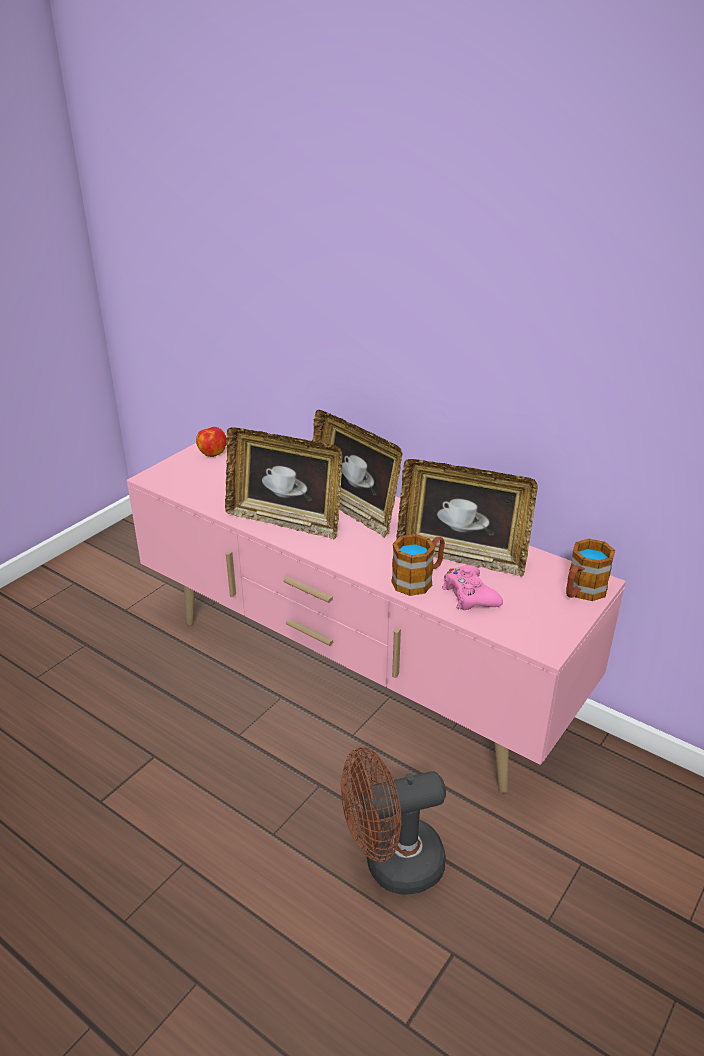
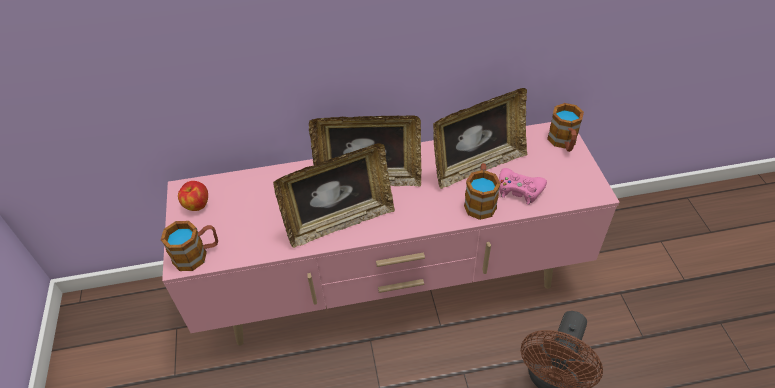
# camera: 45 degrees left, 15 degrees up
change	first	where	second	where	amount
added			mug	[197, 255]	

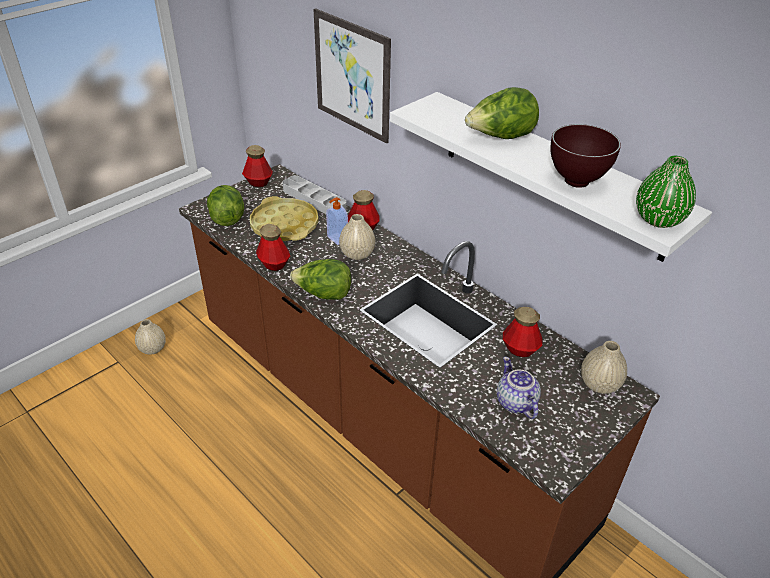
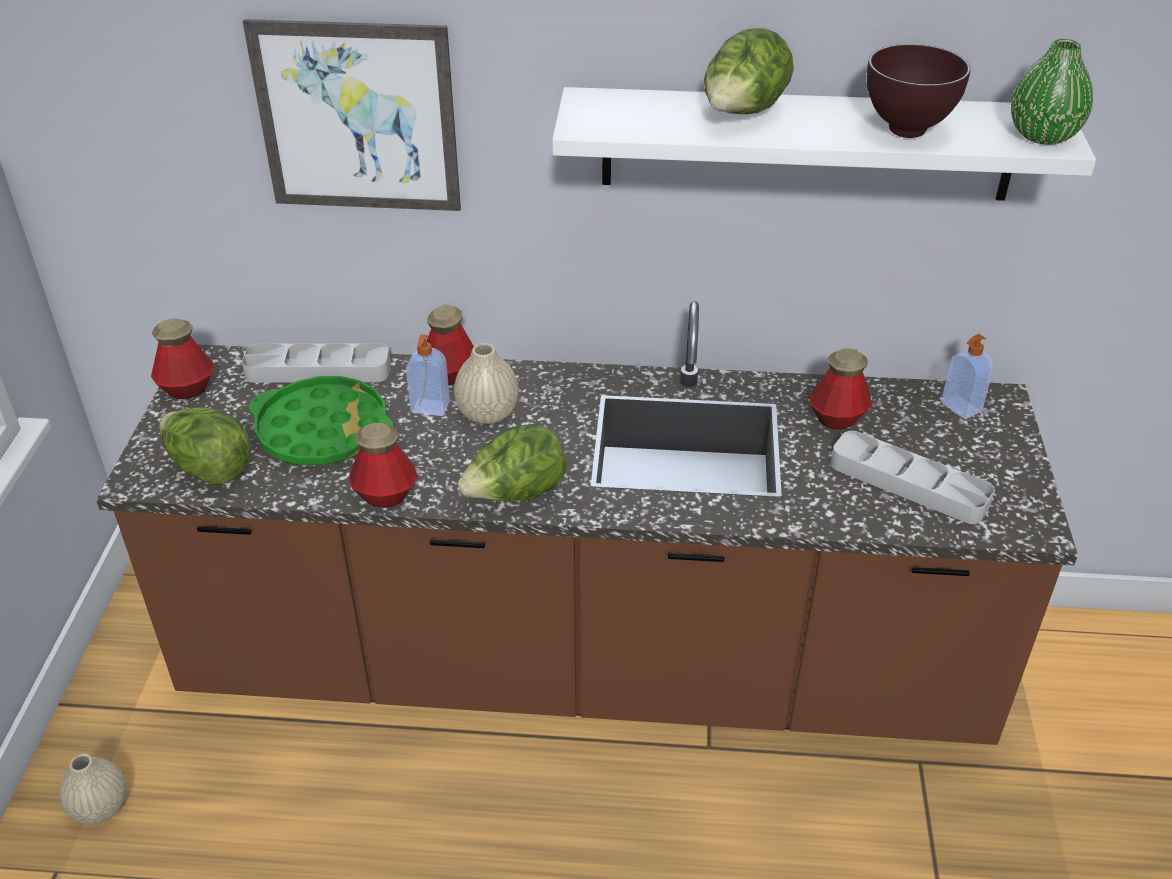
# camera: 40 degrees left, 0 degrees up
change	first	where	second	where	amount
recoloured	plateau/jaune	[284, 225]	plateau/vert	[323, 430]	
replaced	théière	[514, 402]	plateau/gris	[908, 483]	
replaced	vase/beige	[599, 384]	distributeur de savon	[960, 407]	

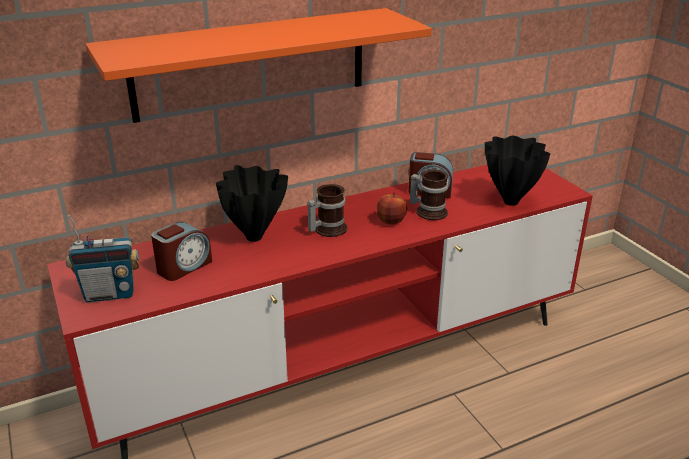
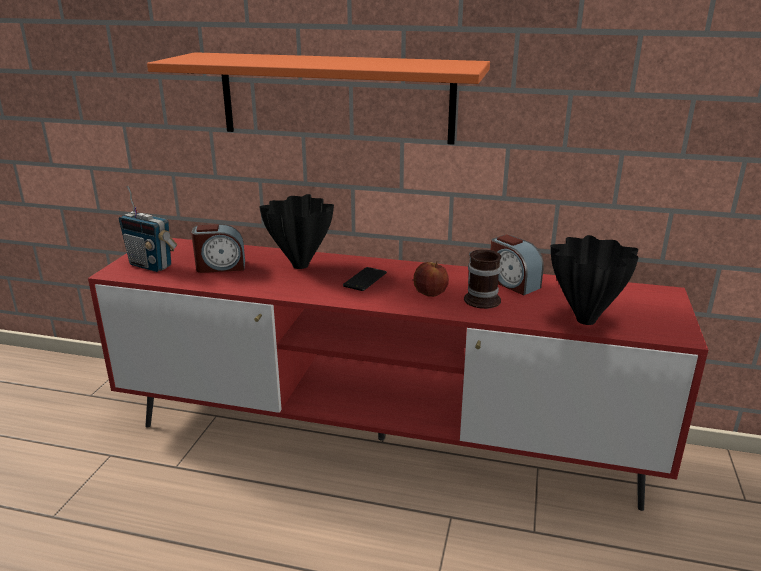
# camera: 40 degrees right, 5 degrees down
change	first	where	second	where	amount
replaced	mug	[327, 229]	téléphone	[365, 279]	

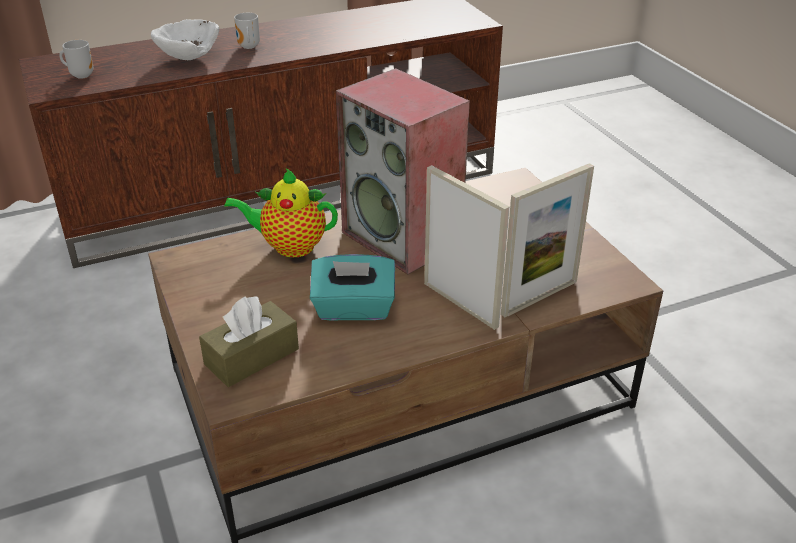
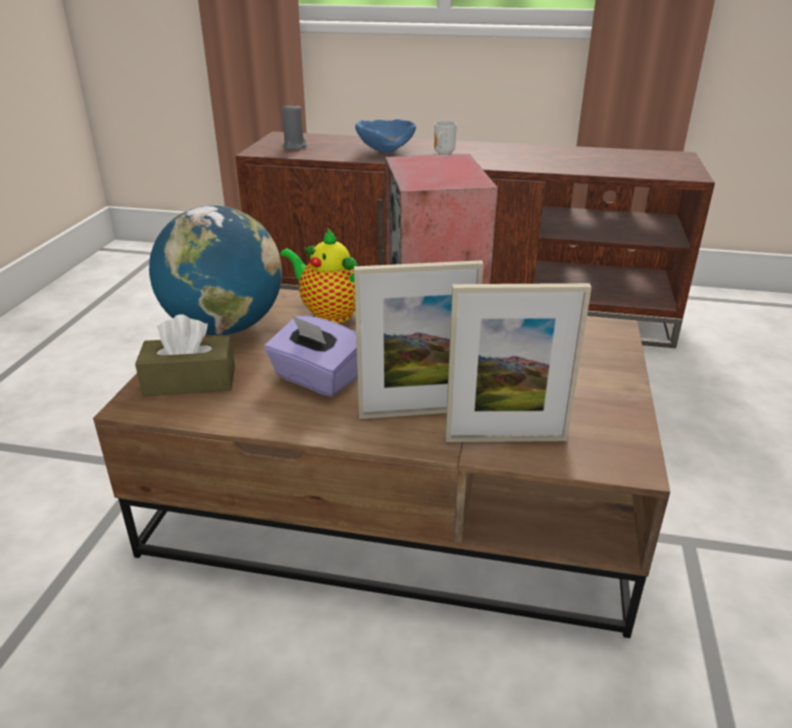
# camera: 35 degrees right, 5 degrees down
change	first	where	second	where	amount
replaced	mug	[81, 75]	bougie/gris	[294, 147]	
recoloured	bol/blanc	[187, 57]	bol/bleu	[385, 151]	
recoloured	boîte à mouchoirs/turquoise	[353, 309]	boîte à mouchoirs/violet	[316, 378]	
turned	cadre photo	[460, 304]		[416, 412]	90 degrees clockwise
added			globe	[224, 327]	

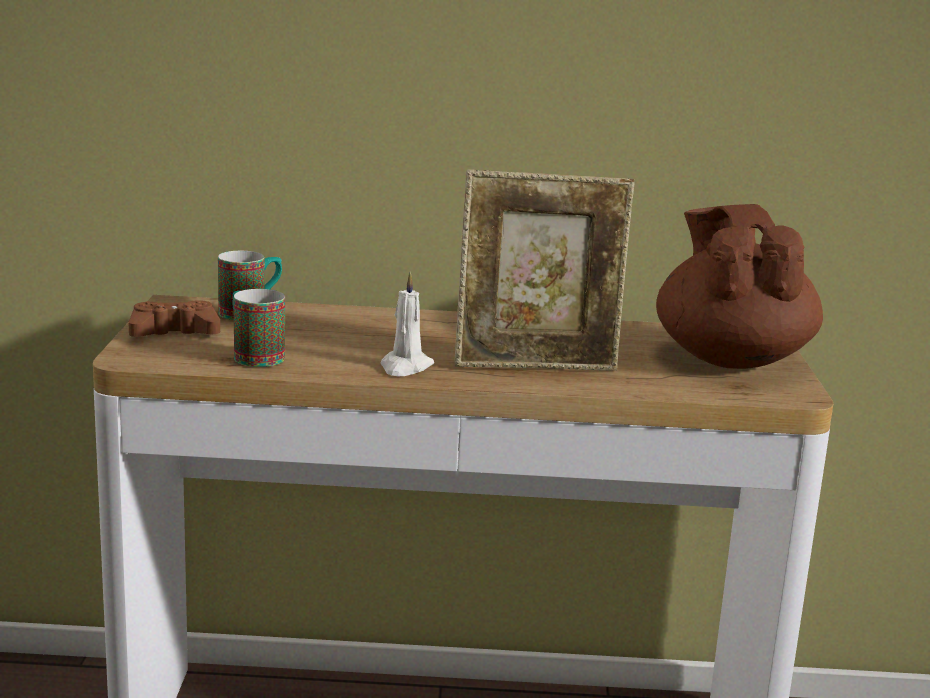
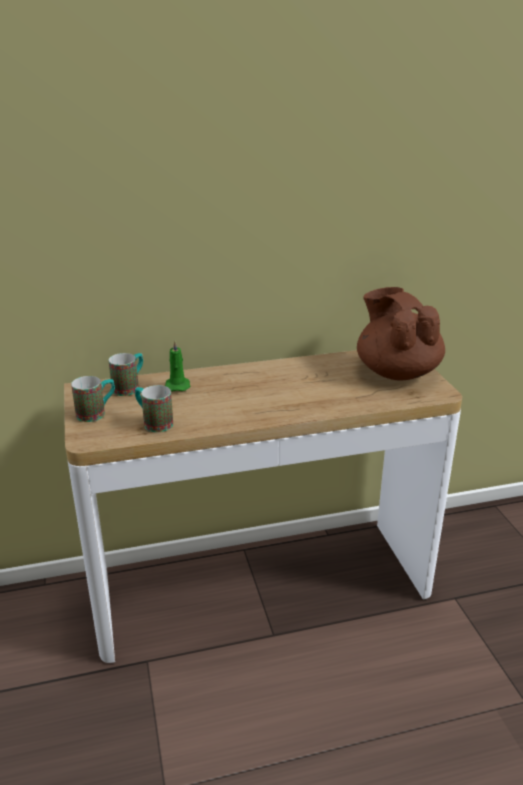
# camera: 15 degrees left, 10 degrees up
change	first	where	second	where	amount
replaced	manette/marron	[174, 332]	mug	[97, 413]	
removed	bougie/blanc	[405, 367]			
removed	cadre photo	[536, 366]			
added			bougie/vert	[177, 385]	

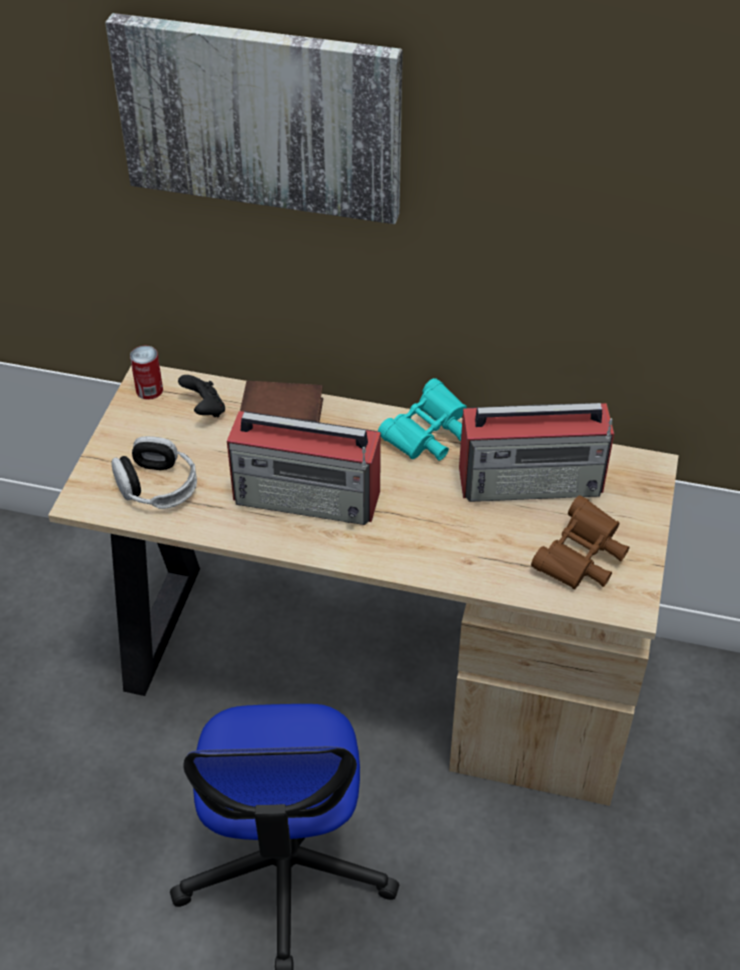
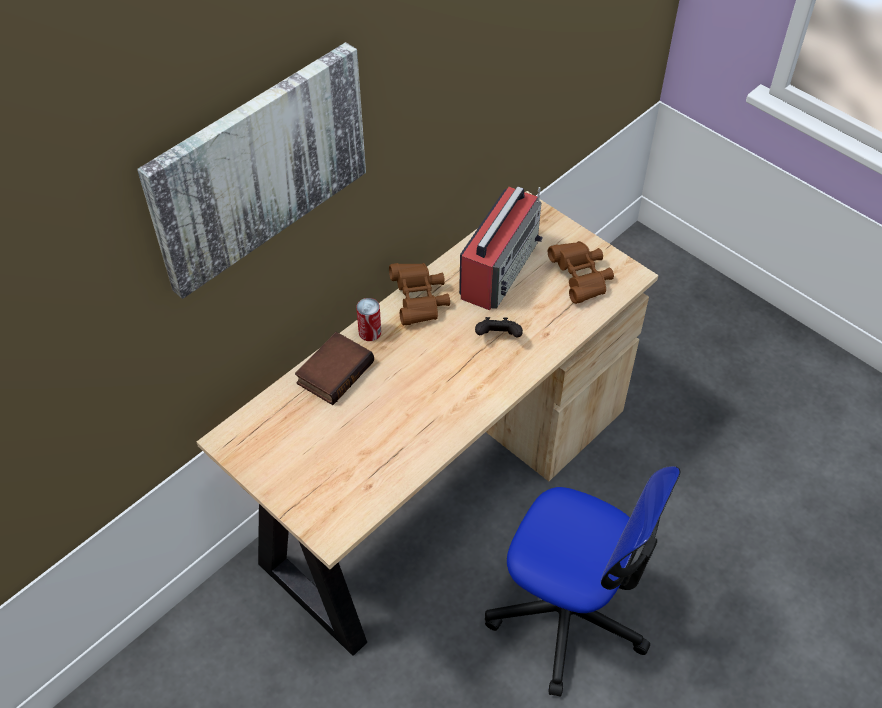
# camera: 60 degrees left, 5 degrees up
change	first	where	second	where	amount
removed	casque audio	[157, 486]			
moved	boîte métallique	[149, 390]		[370, 332]	
moved	manette/noir	[205, 409]		[498, 337]	
removed	radio	[308, 497]			
recoloured	jumelles/turquoise	[427, 436]	jumelles/marron	[419, 301]	

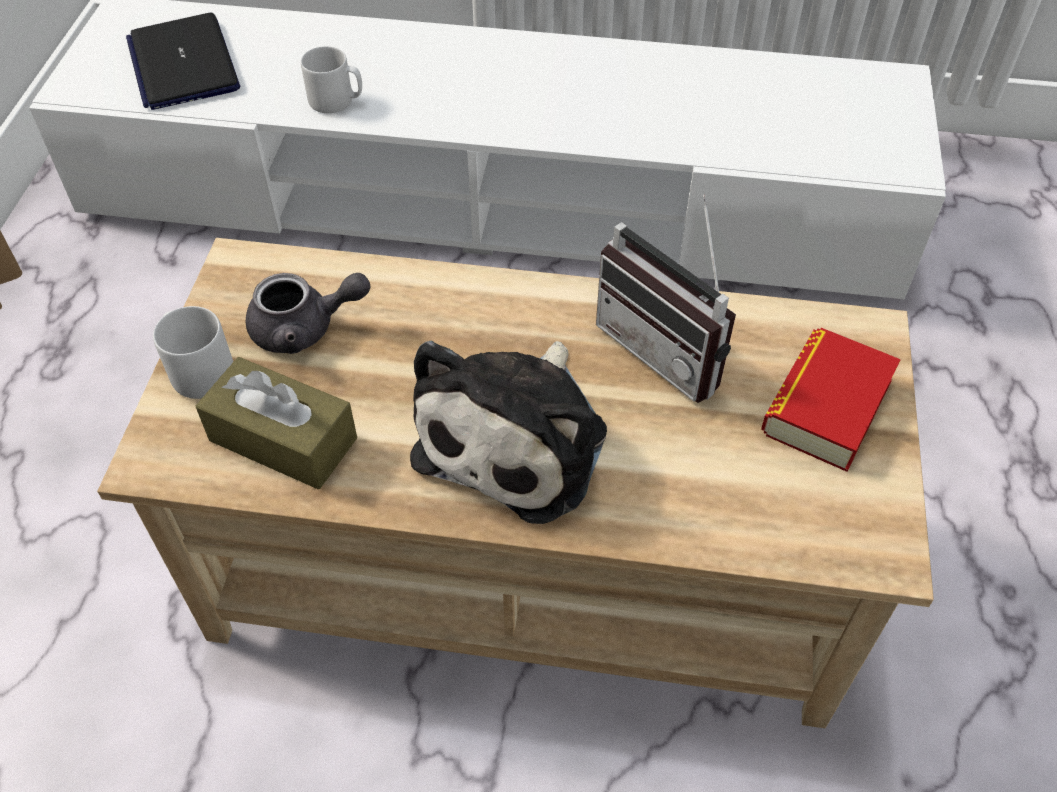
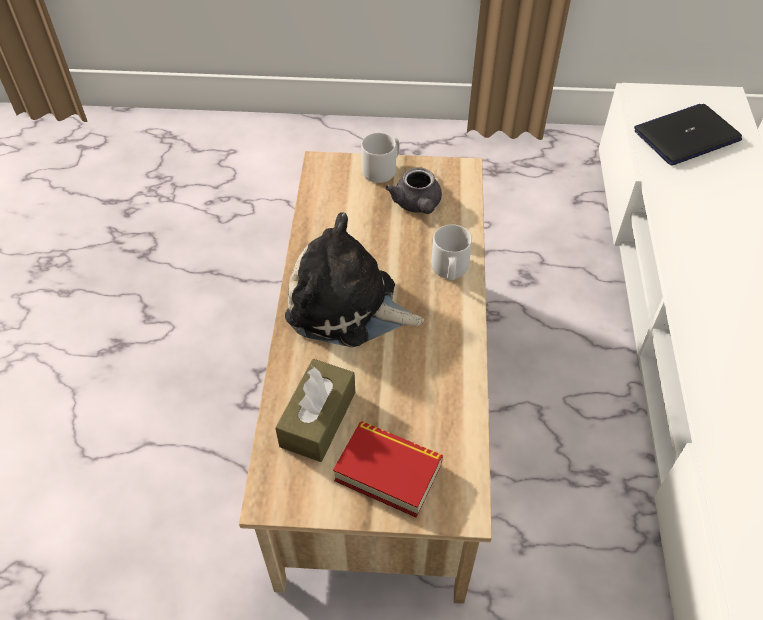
# camera: 85 degrees right, 0 degrees up
change	first	where	second	where	amount
moved	boîte à mouchoirs/marron	[283, 439]		[318, 419]	
moved	mug/gris	[336, 101]		[449, 269]	
removed	radio	[669, 349]			

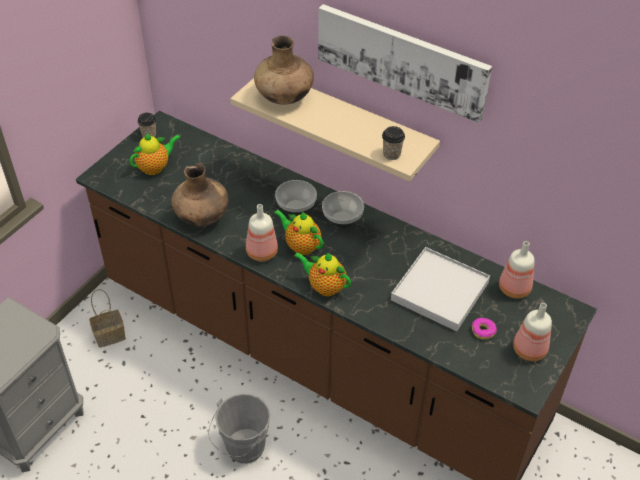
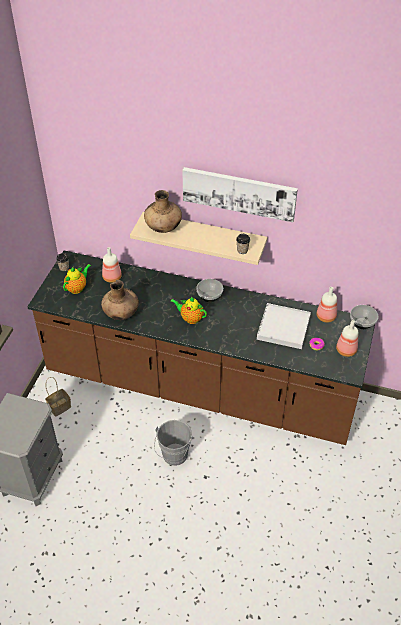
# camera: 15 degrees left, 0 degrees up
change	first	where	second	where	amount
moved	bouteille	[262, 253]		[112, 278]	
moved	bol	[296, 208]		[362, 323]	
removed	théière	[324, 286]			

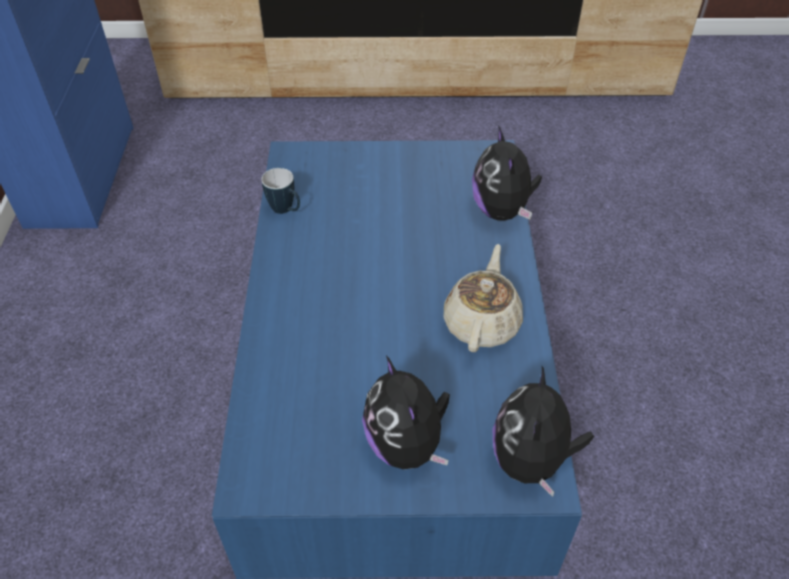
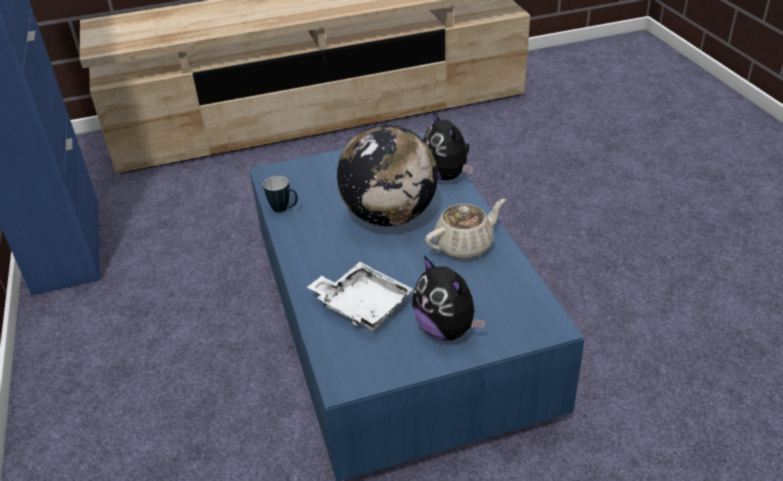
# camera: 15 degrees left, 10 degrees down
change	first	where	second	where	amount
turned	théière/beige	[482, 322]		[465, 245]	60 degrees clockwise
removed	peluche	[531, 461]			
added			plateau/blanc	[362, 305]	
added			globe	[389, 216]	

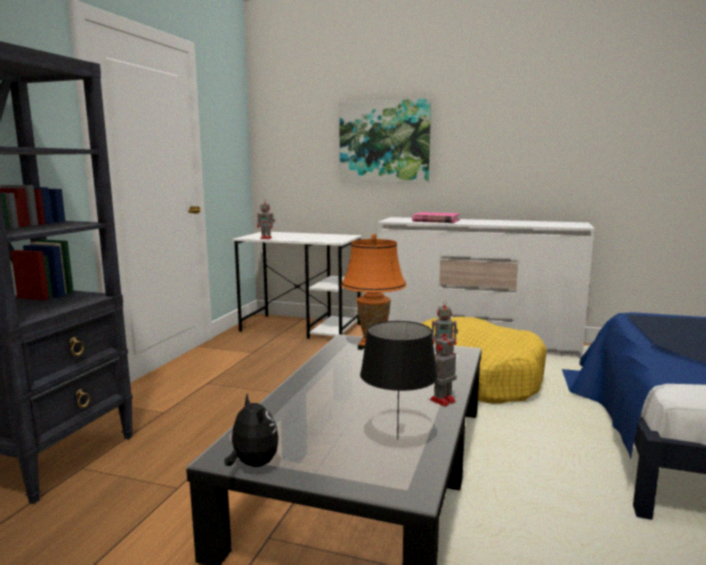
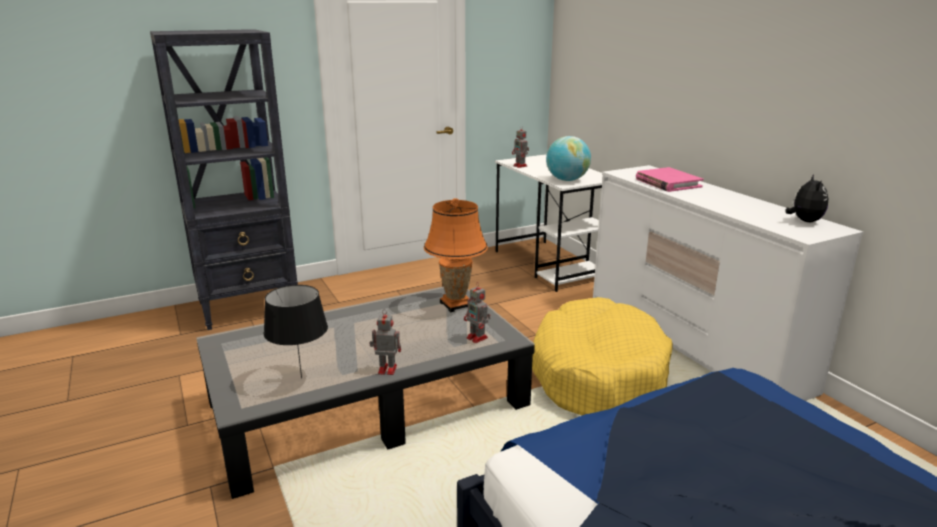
# camera: 45 degrees right, 10 degrees up
change	first	where	second	where	amount
moved	peluche	[252, 464]		[804, 221]	
removed	tableau	[384, 141]			
added			globe	[567, 180]	

